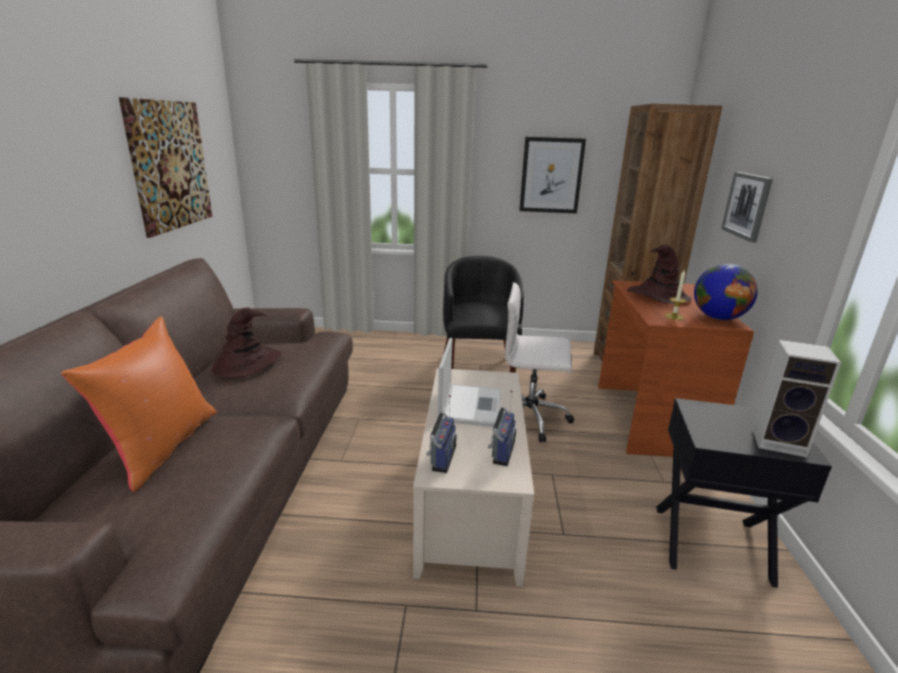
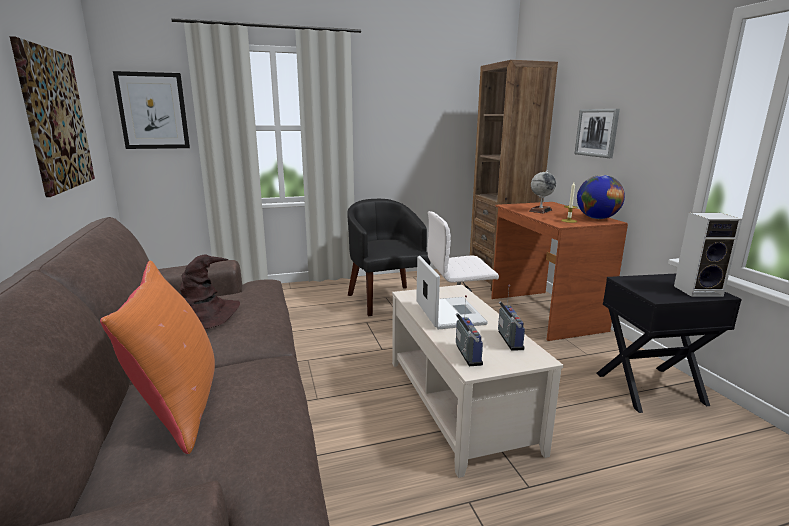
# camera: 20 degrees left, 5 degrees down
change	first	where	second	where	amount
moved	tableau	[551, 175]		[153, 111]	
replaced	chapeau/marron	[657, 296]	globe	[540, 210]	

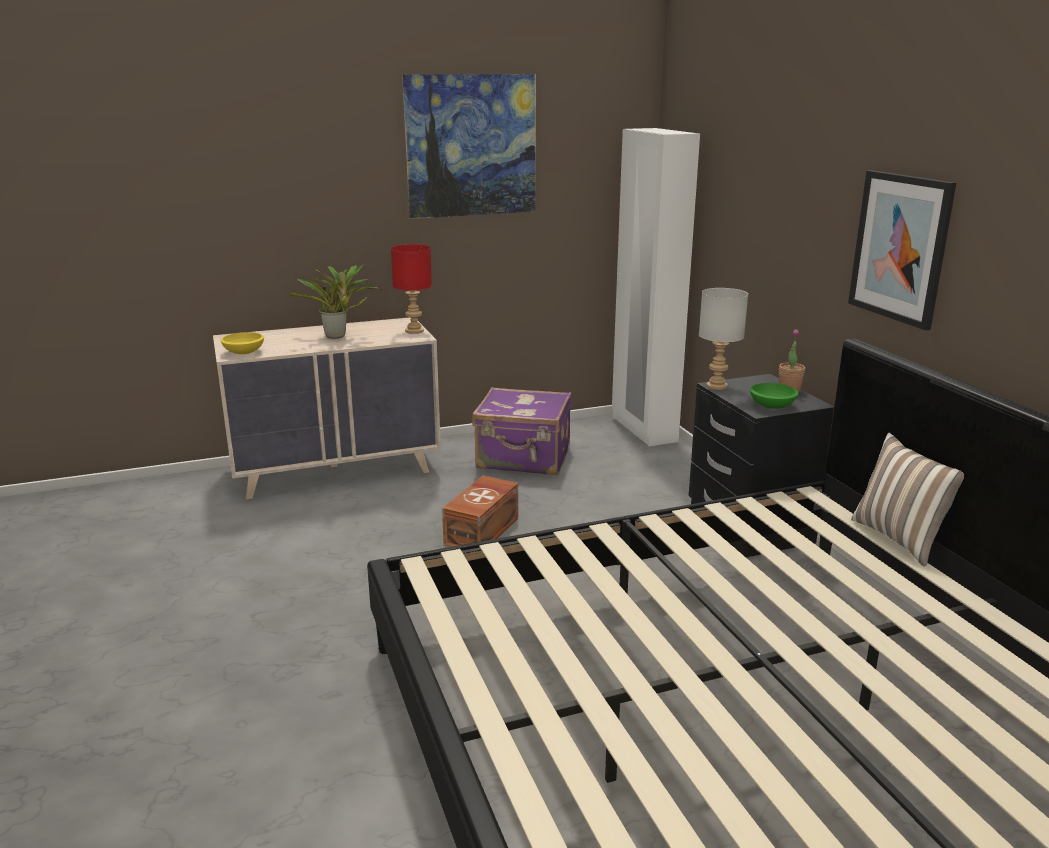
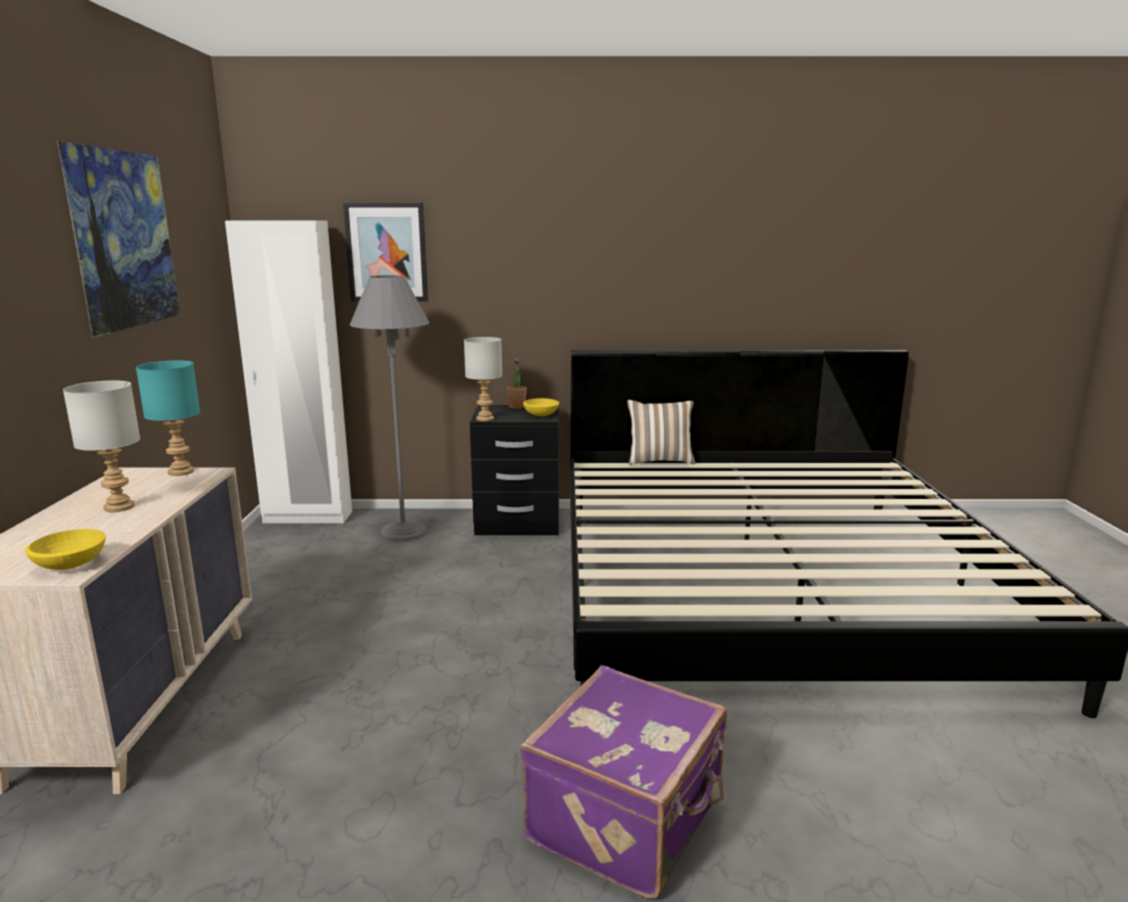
# camera: 70 degrees left, 5 degrees down
change	first	where	second	where	amount
replaced	plante en pot	[338, 336]	lampe de table/gris	[119, 507]	
recoloured	lampe de table/rouge	[413, 331]	lampe de table/turquoise	[181, 472]	
removed	boîte de rangement/marron	[483, 531]			
moved	valise/violet	[524, 459]		[628, 820]	
recoloured	bol/vert	[773, 406]	bol/jaune	[541, 415]	
moved	tableau	[900, 247]		[387, 252]	
added			lampadaire/gris	[403, 532]	

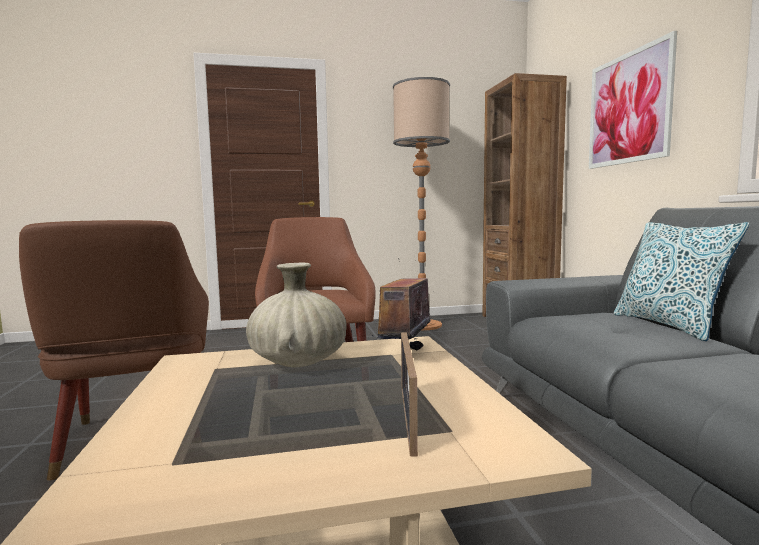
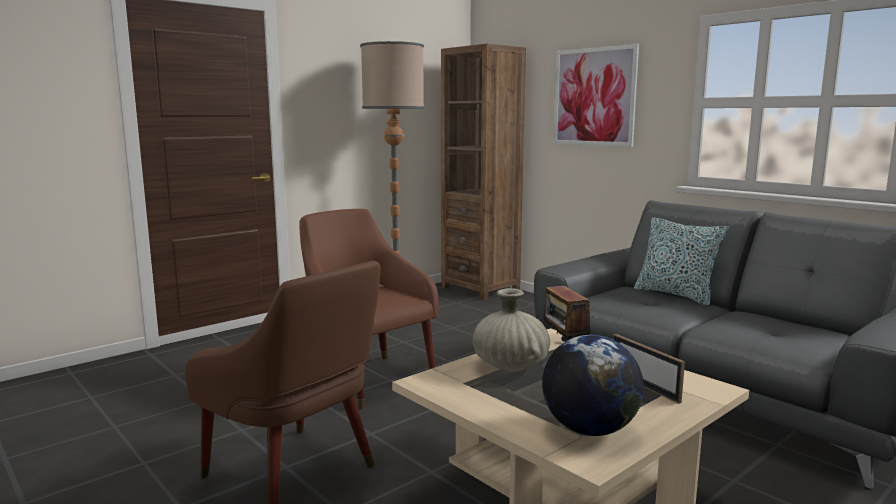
# camera: 30 degrees left, 5 degrees up
change	first	where	second	where	amount
added			globe	[589, 430]	

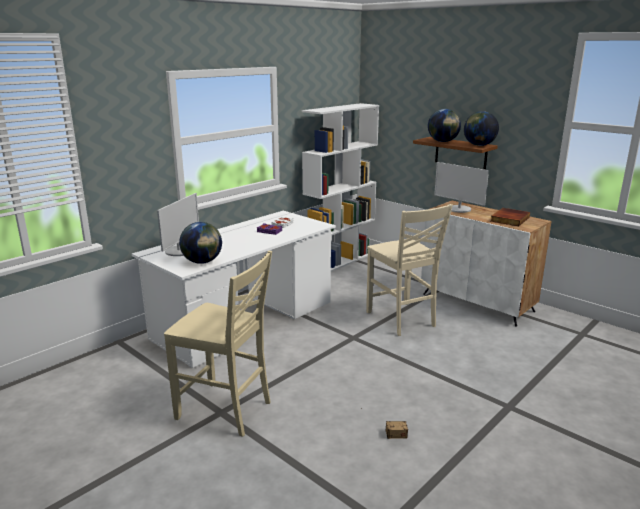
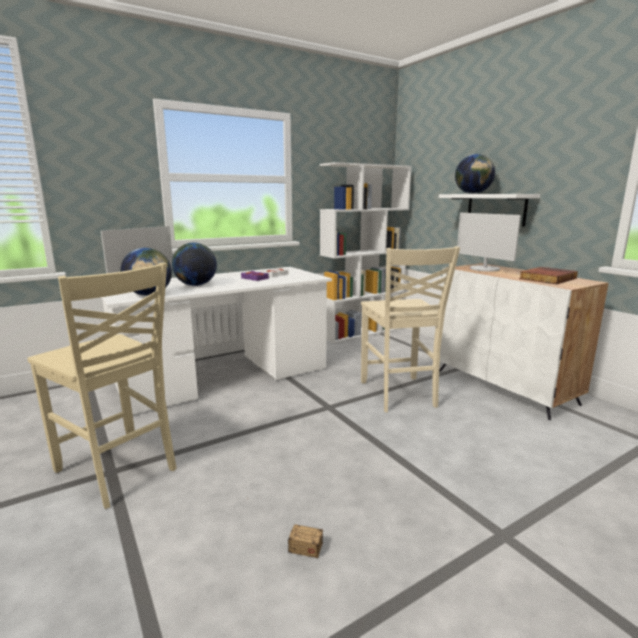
# camera: 15 degrees right, 5 degrees down
change	first	where	second	where	amount
recoloured	étagère/marron	[460, 153]	étagère/blanc	[496, 209]	
moved	globe	[479, 145]		[196, 285]	

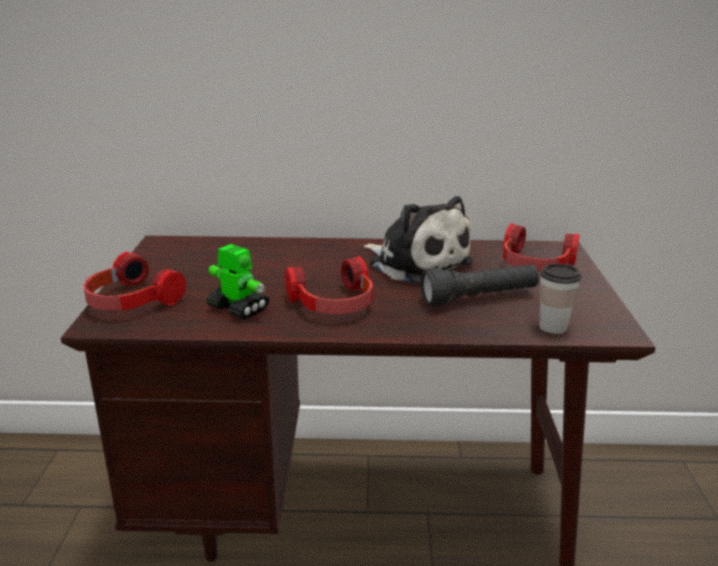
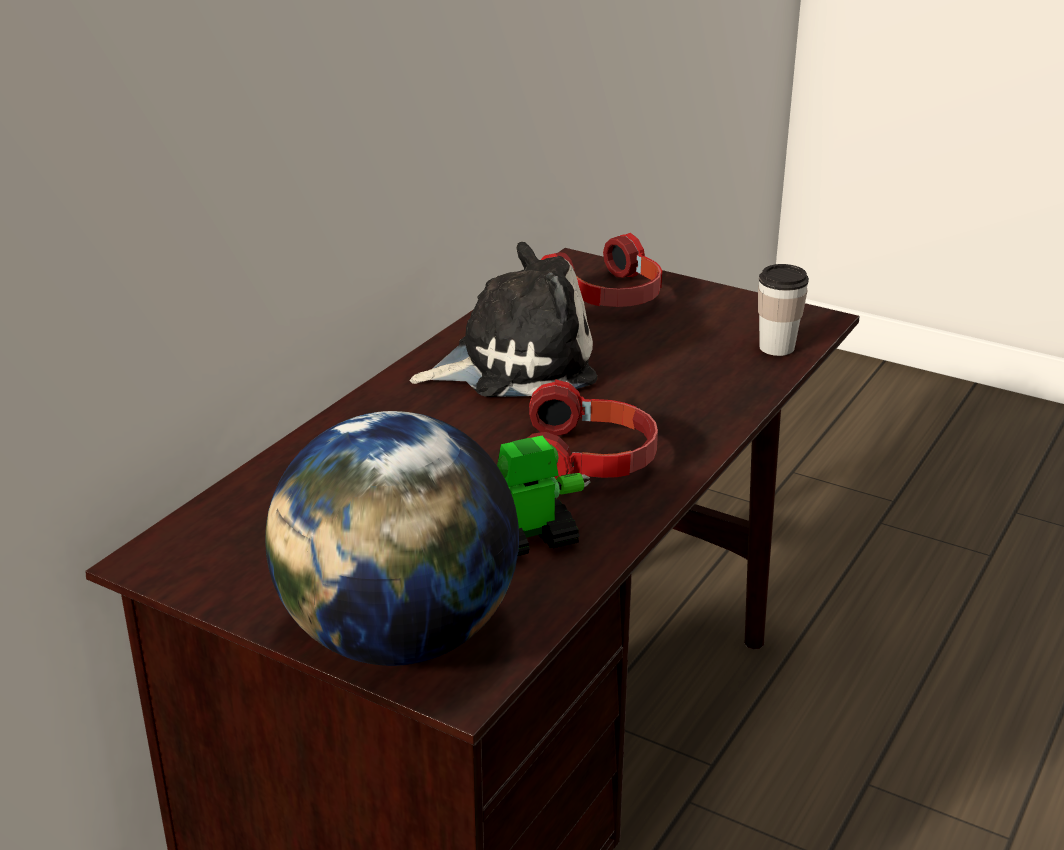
# camera: 60 degrees left, 5 degrees up
change	first	where	second	where	amount
replaced	casque audio	[130, 301]	globe	[399, 638]	
removed	lampe de poche/noir	[479, 298]			

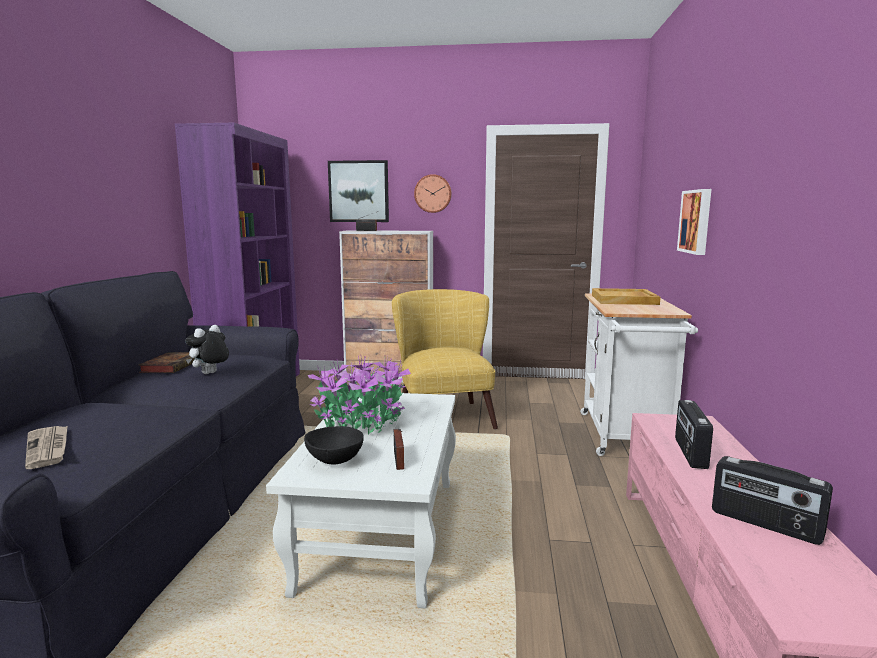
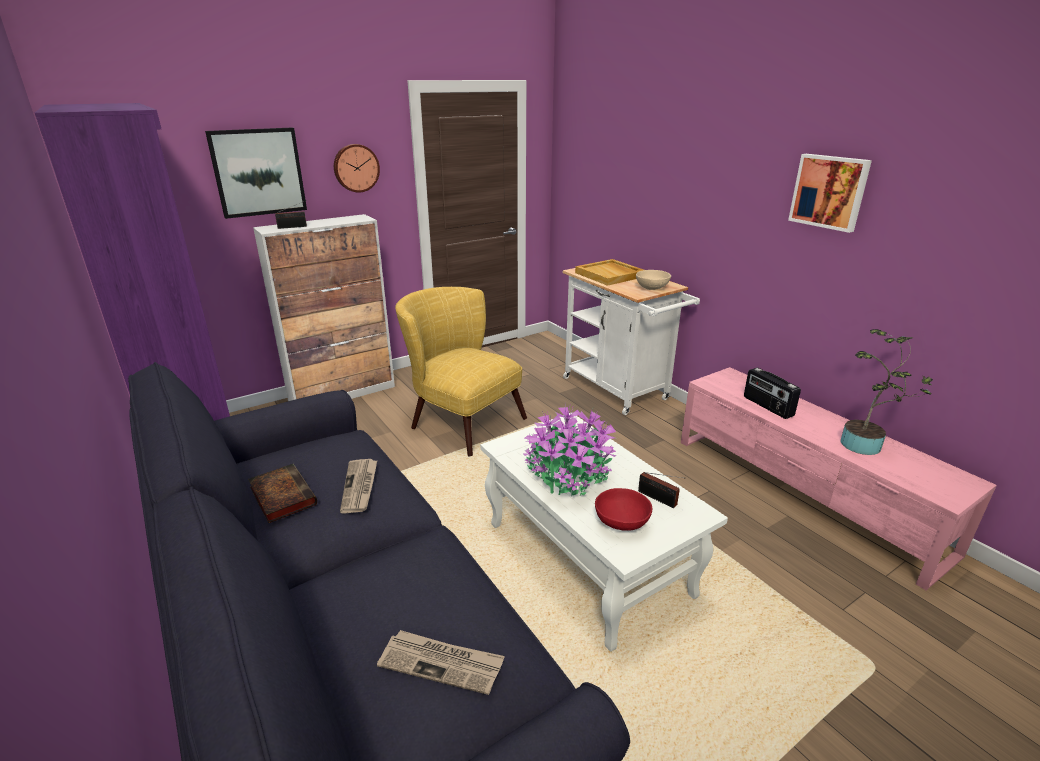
# camera: 40 degrees left, 15 degrees up
change	first	where	second	where	amount
replaced	peluche	[210, 374]	journal	[360, 487]	
recoloured	bol/noir	[335, 460]	bol/rouge	[622, 523]	
moved	tableau	[697, 221]		[829, 191]	
replaced	radio	[765, 524]	plante en pot	[865, 446]	
added			bol/beige	[652, 288]	

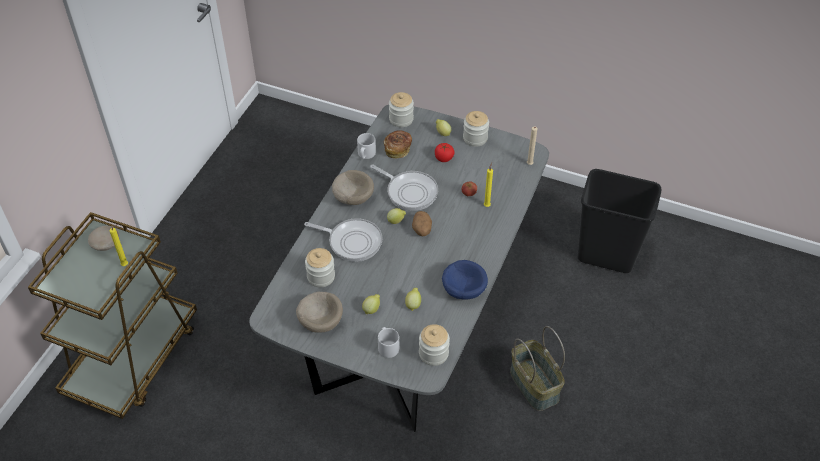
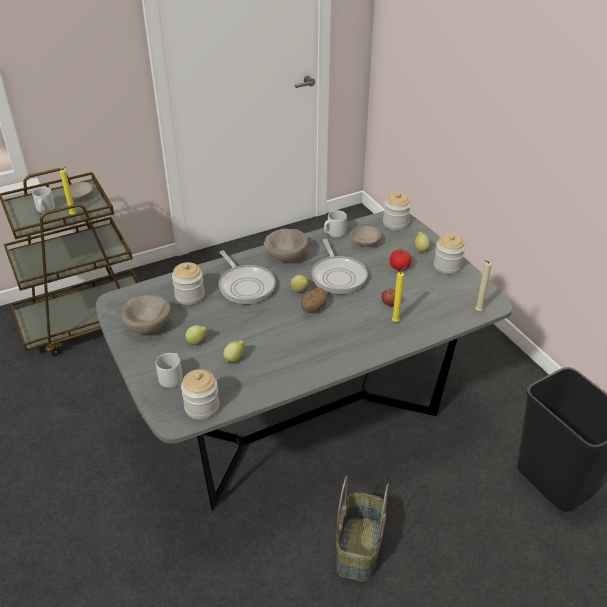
# camera: 40 degrees right, 10 degrees down
change	first	where	second	where	amount
replaced	pain	[398, 149]	bol/beige	[366, 242]	
removed	bol/bleu	[463, 289]			
added			mug/gris	[45, 209]	

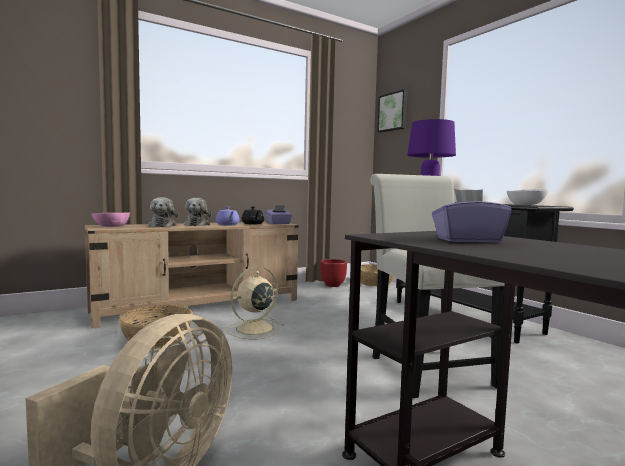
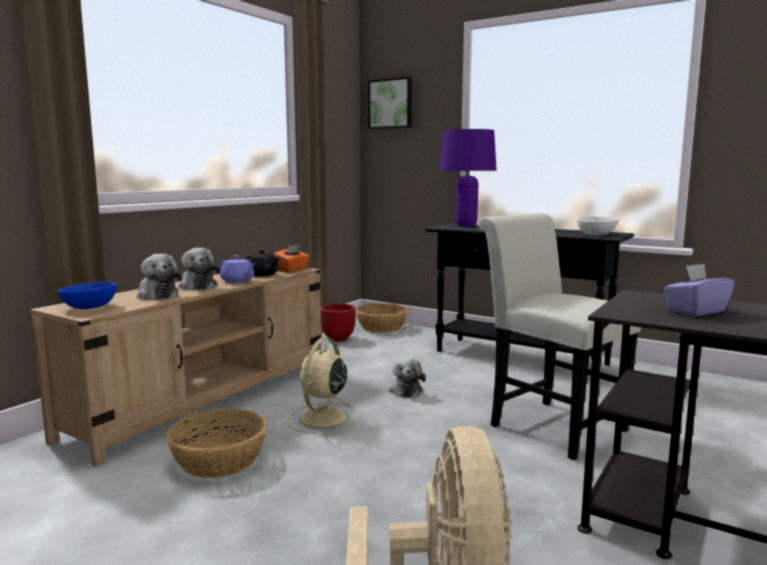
# camera: 25 degrees left, 5 degrees up
change	first	where	second	where	amount
recoloured	bol/rose	[112, 226]	bol/bleu	[90, 307]	
recoloured	boîte à mouchoirs/violet	[278, 223]	boîte à mouchoirs/orange	[292, 270]	
added			peluche	[405, 390]	

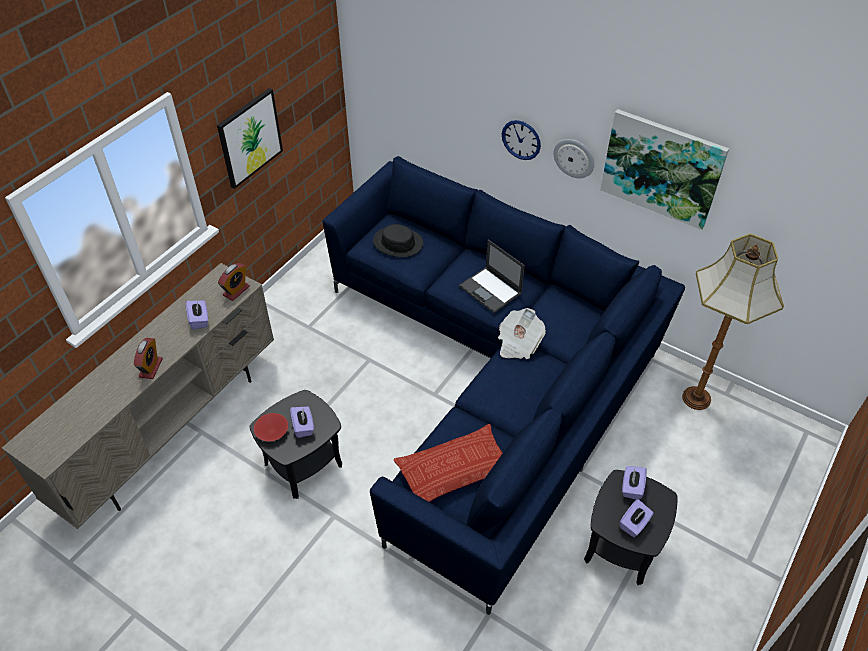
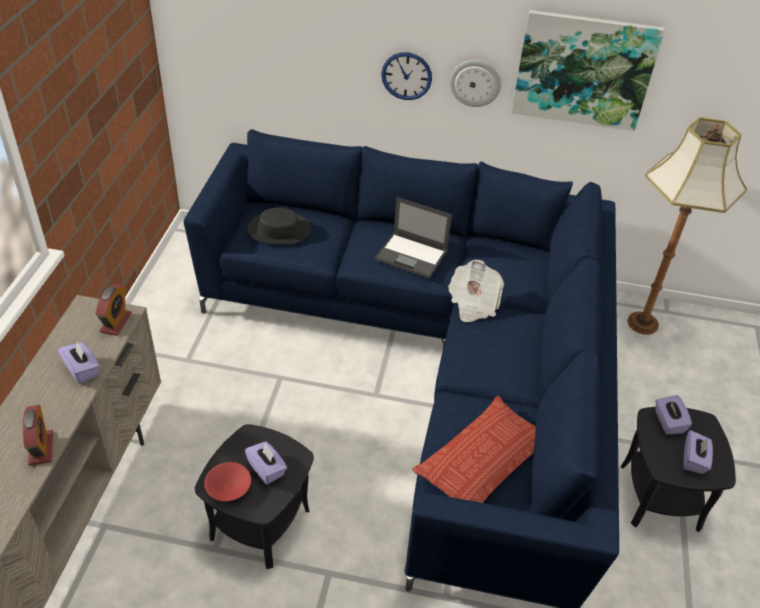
# camera: 25 degrees left, 5 degrees down
change	first	where	second	where	amount
removed	tableau	[249, 138]			

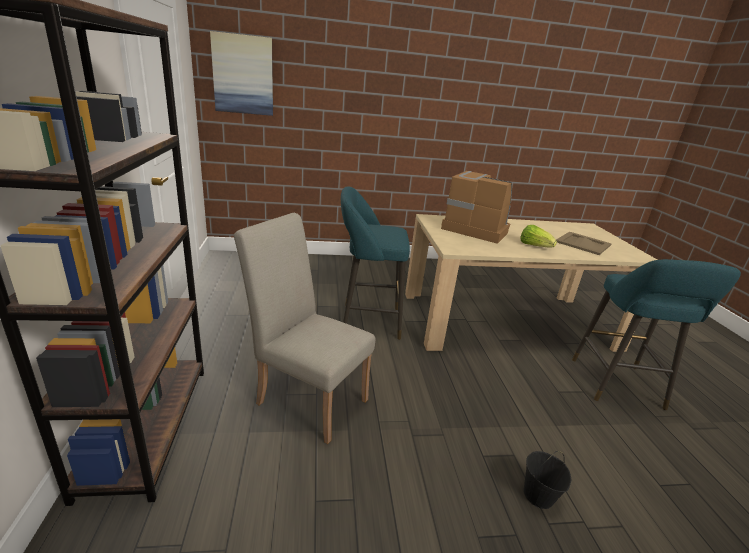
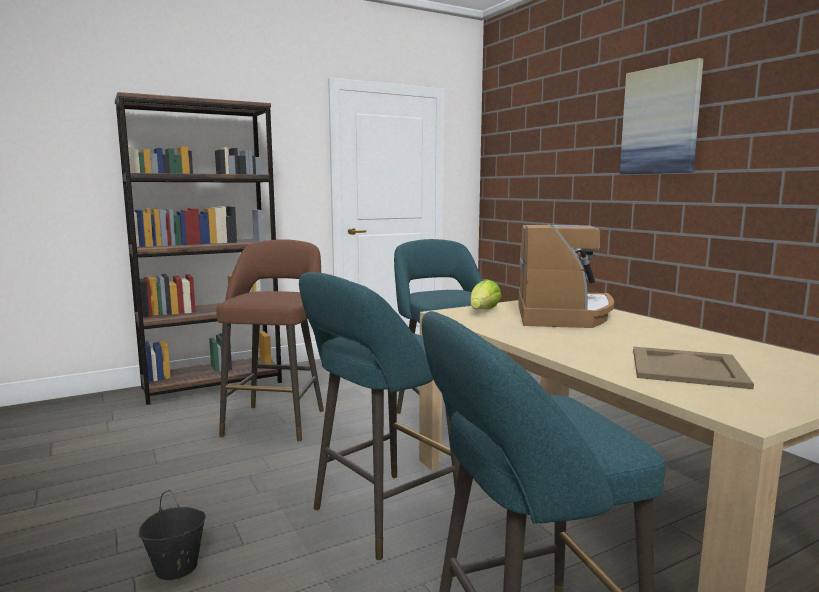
# camera: 70 degrees right, 15 degrees down
change	first	where	second	where	amount
moved	tableau	[243, 75]		[660, 121]	
replaced	chaise/beige	[306, 397]	tabouret/marron	[277, 420]	
moved	laitue	[534, 246]		[483, 311]	
added			tabouret/turquoise	[380, 516]	

